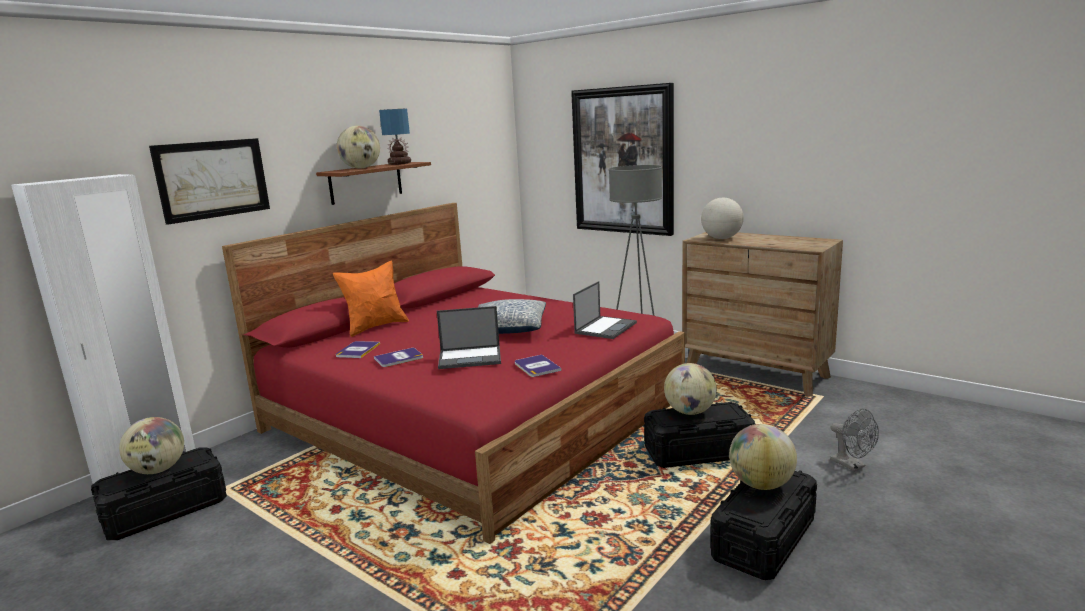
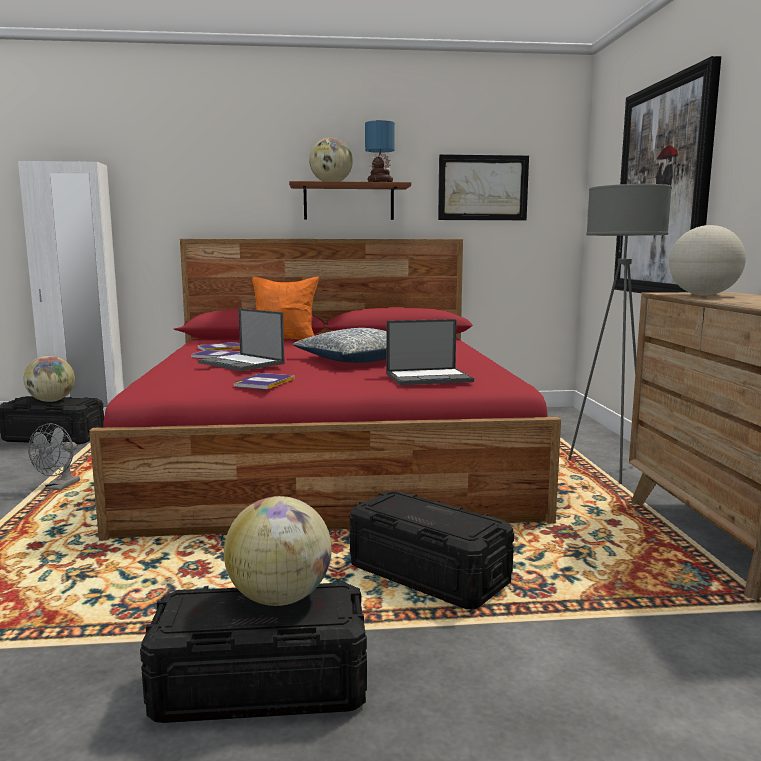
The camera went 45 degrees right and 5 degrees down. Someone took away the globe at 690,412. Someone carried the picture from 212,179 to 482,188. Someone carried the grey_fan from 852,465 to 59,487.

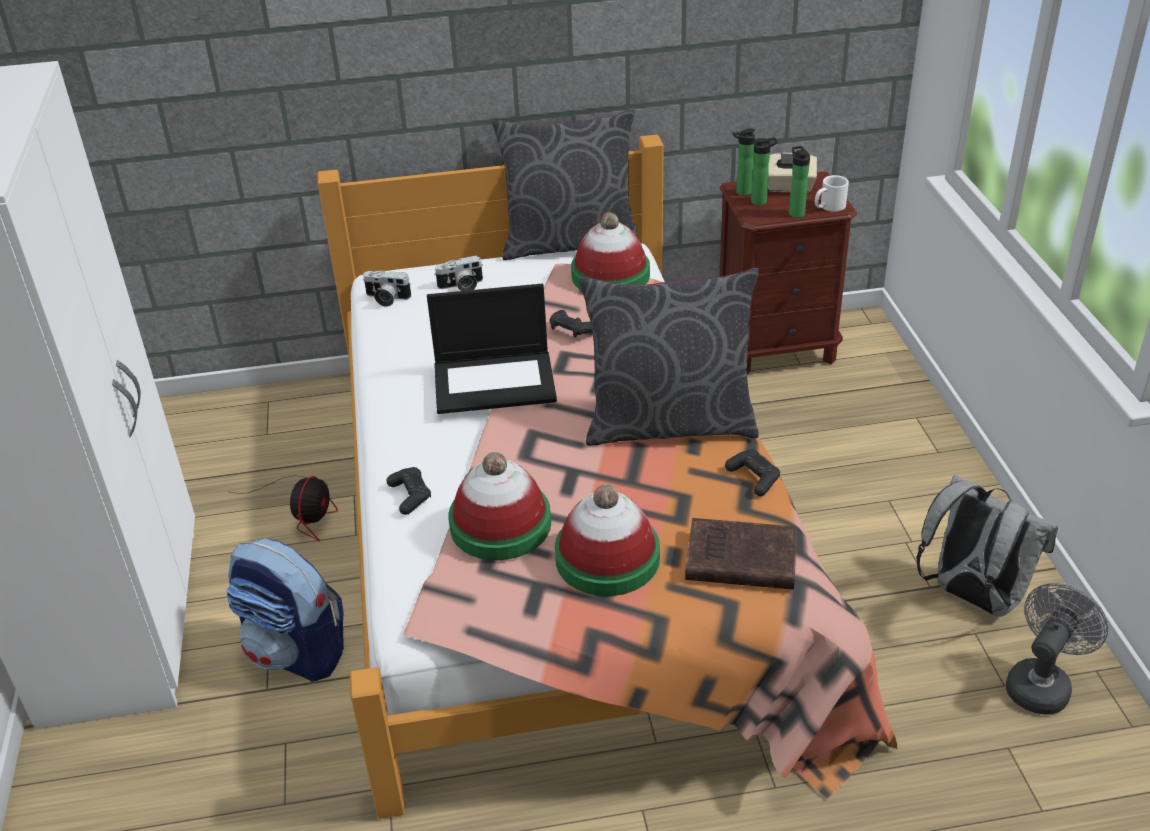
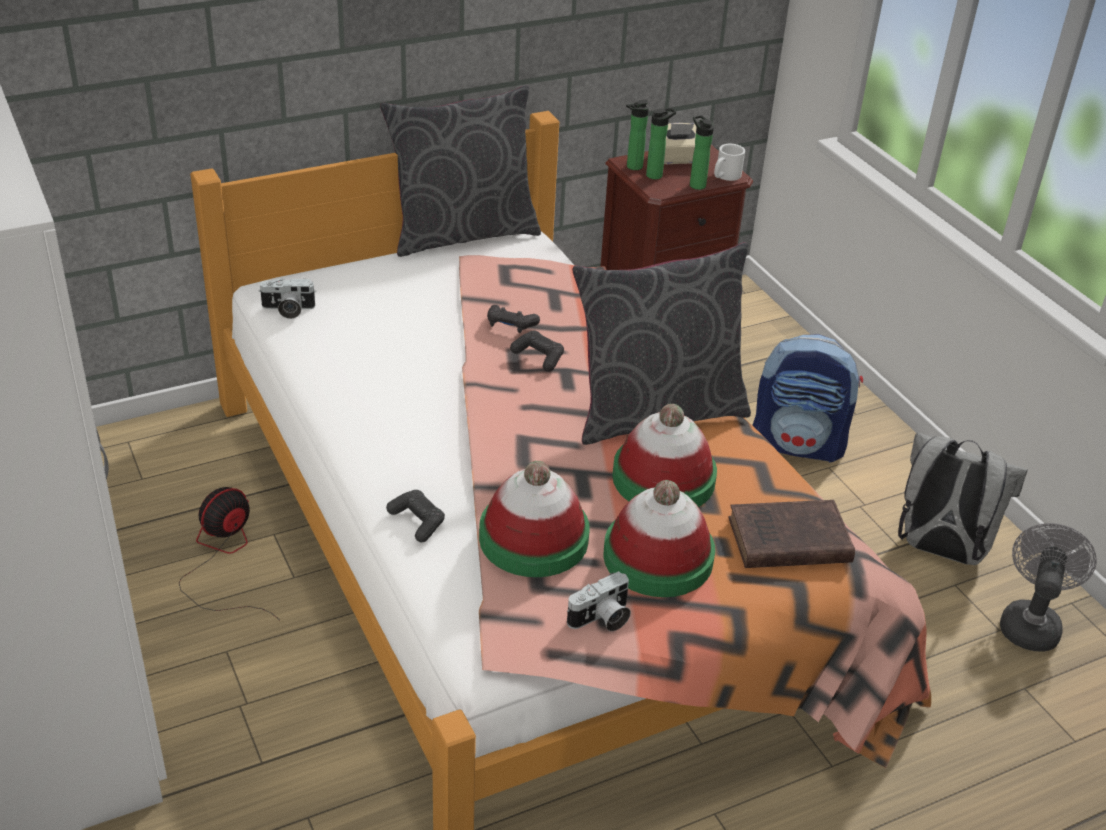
The camera went 20 degrees left and 0 degrees up. Someone took away the laptop at 495,381. Someone carried the backpack from 297,652 to 798,444. Someone carried the photo_camera from 461,286 to 601,619. Someone carried the hat from 610,275 to 663,478. Someone carried the black_game_controller from 753,478 to 538,357. Someone rotated the fan at 305,511 by 135 degrees counterclockwise.

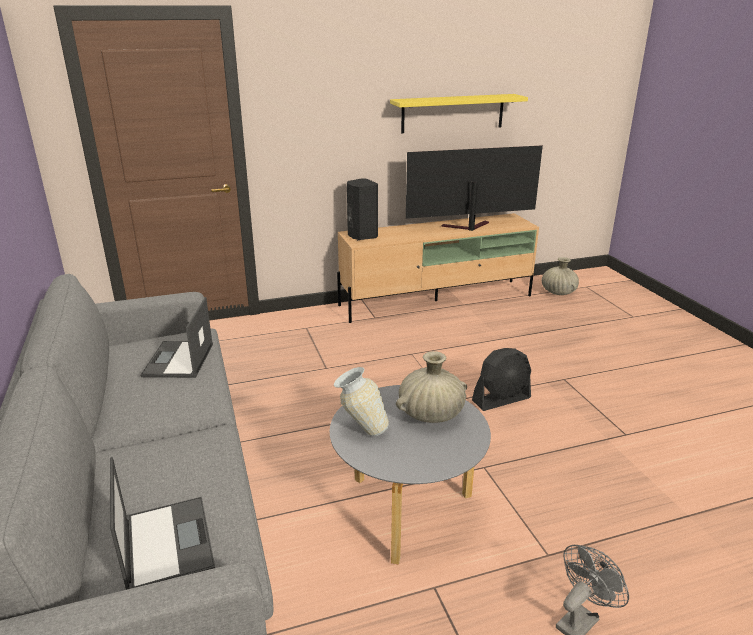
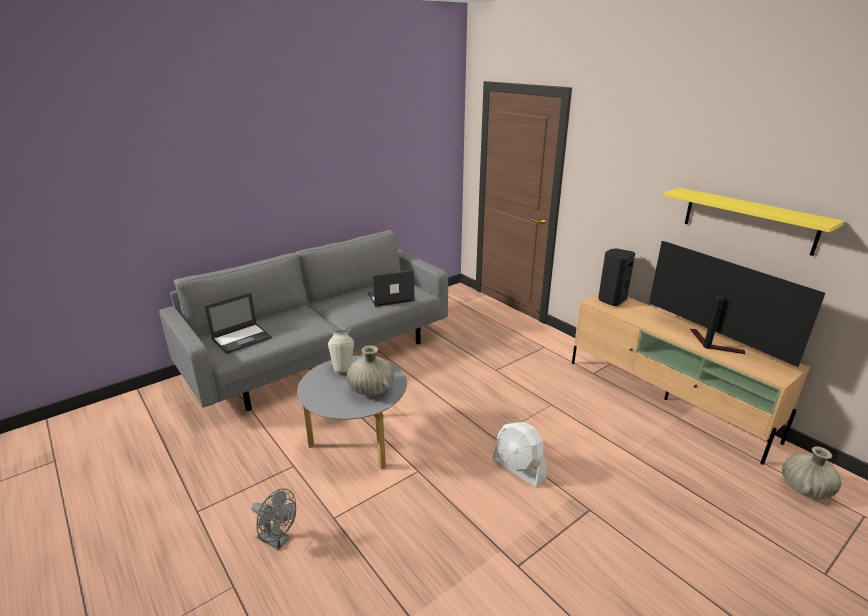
The camera went 70 degrees right and 0 degrees up. Someone repainted the black_fan at 501,399, which became the white_fan at 519,468.

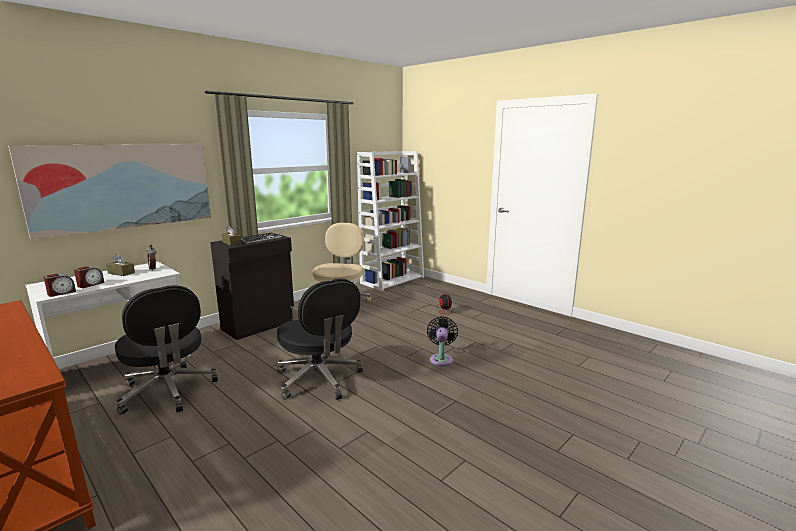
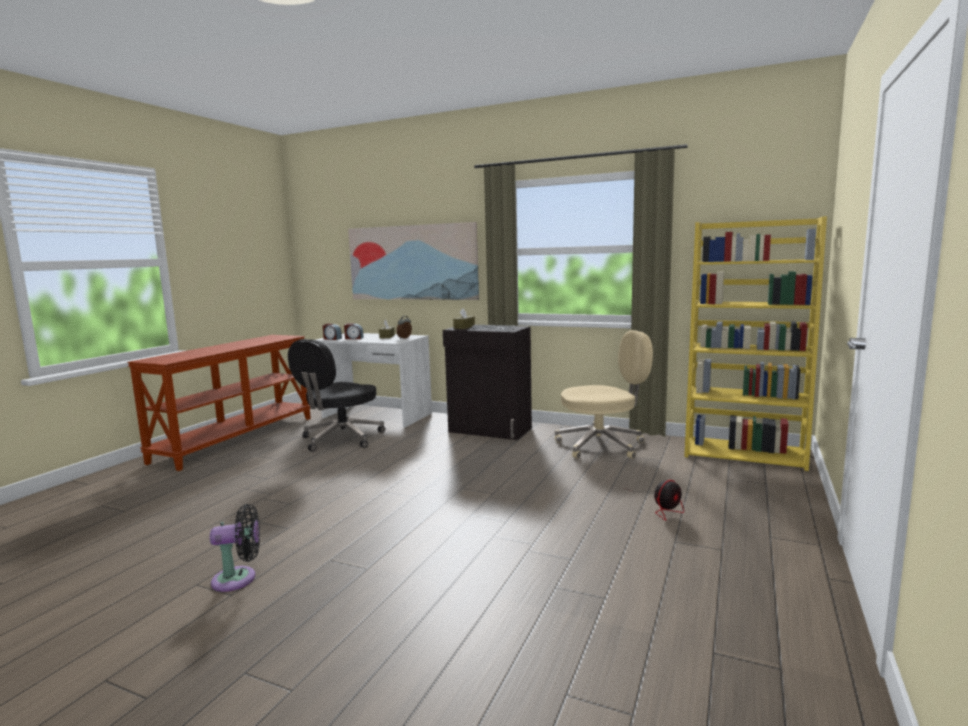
The camera went 70 degrees right and 5 degrees down. Someone took away the black_office_chair at 319,379. Someone carried the black_fan from 441,359 to 239,579. Someone repainted the white_bookcase at 392,280, which became the yellow_bookcase at 745,453.

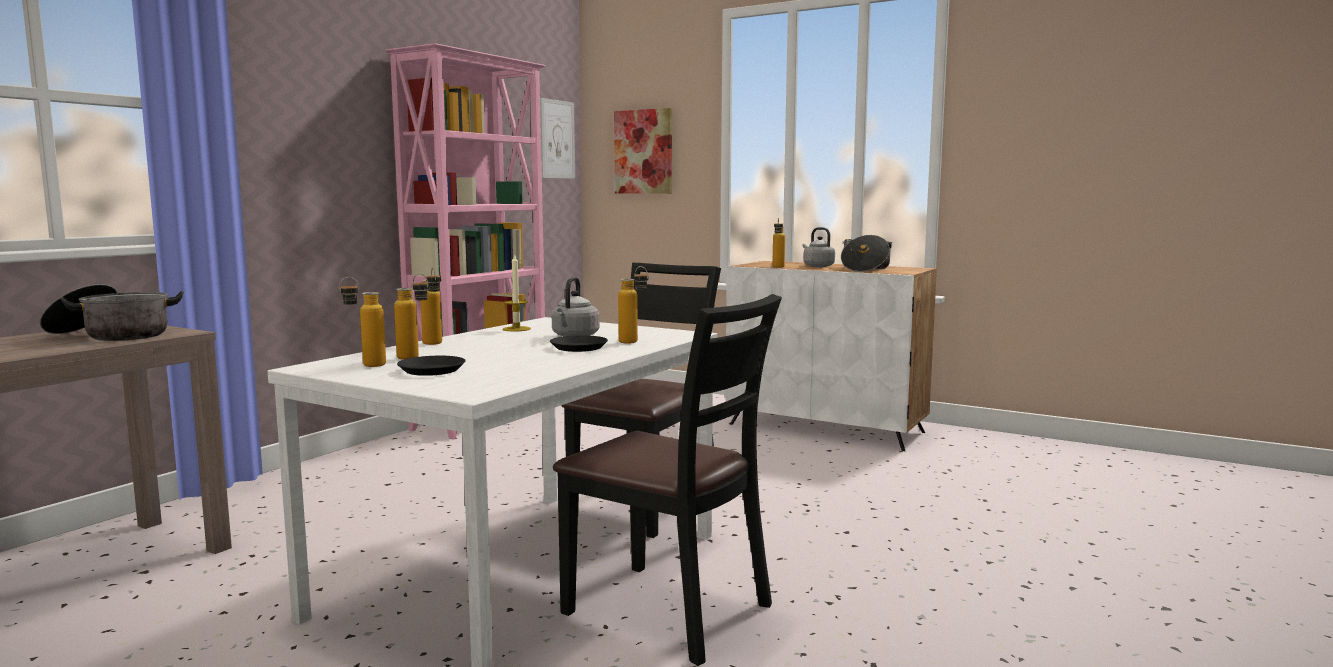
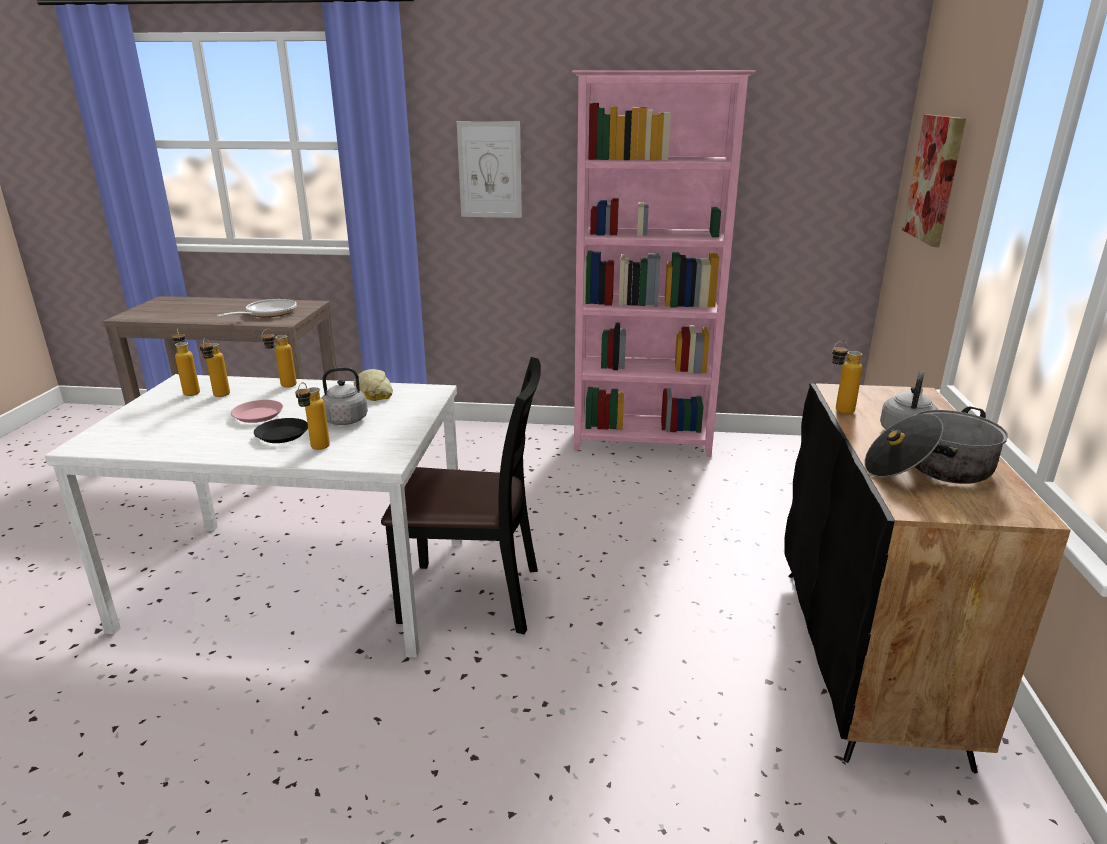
The camera went 65 degrees right and 15 degrees up. Someone took away the black_plate at 432,370. Someone took away the black_chair at 668,611. Someone put down the pink_plate at 257,415. Someone carried the picture from 557,139 to 490,170. Someone swapped the cooking_pot at 112,335 for the frying_pan at 267,313. Someone swapped the candle at 516,329 for the bread at 373,392. Someone repainted the white_cabinet at 827,428, which became the black_cabinet at 868,659.

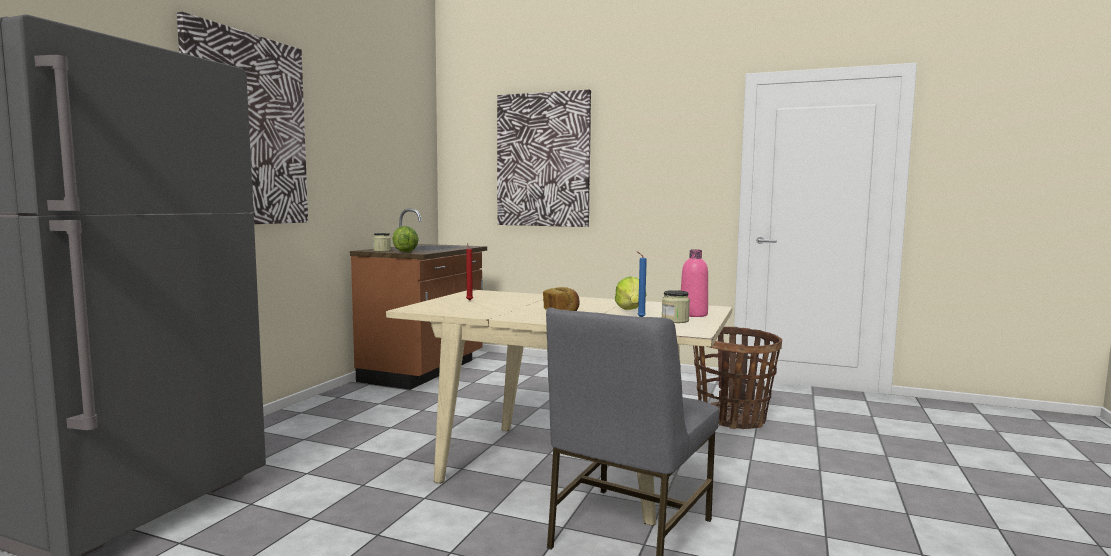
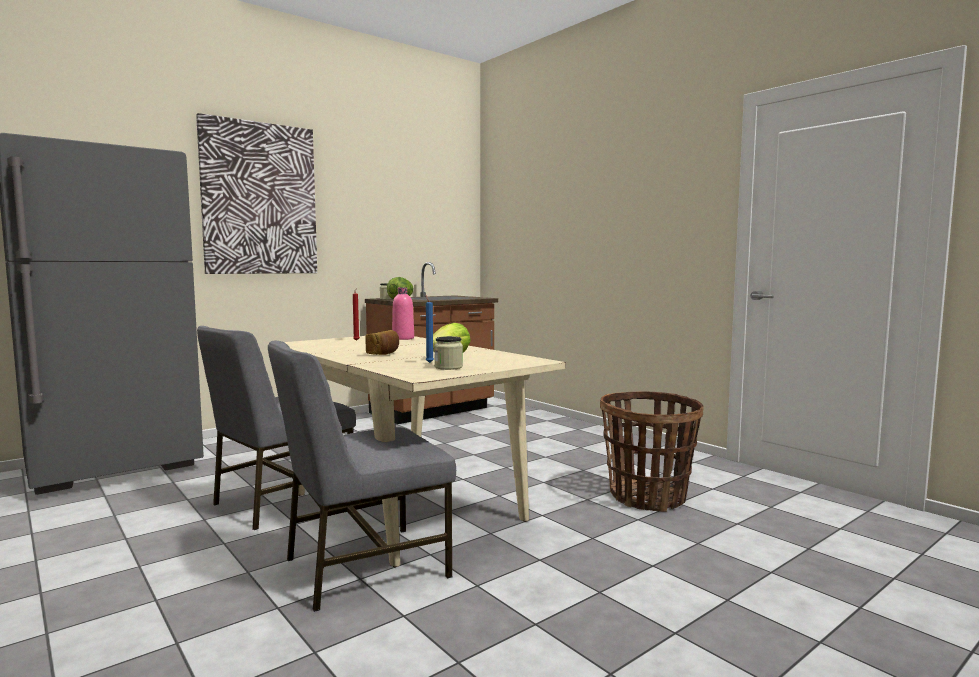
The camera went 30 degrees right and 0 degrees up. Someone took away the picture at 543,160. Someone put down the grey_chair at 280,502. Someone carried the pink_bottle from 693,314 to 403,338.

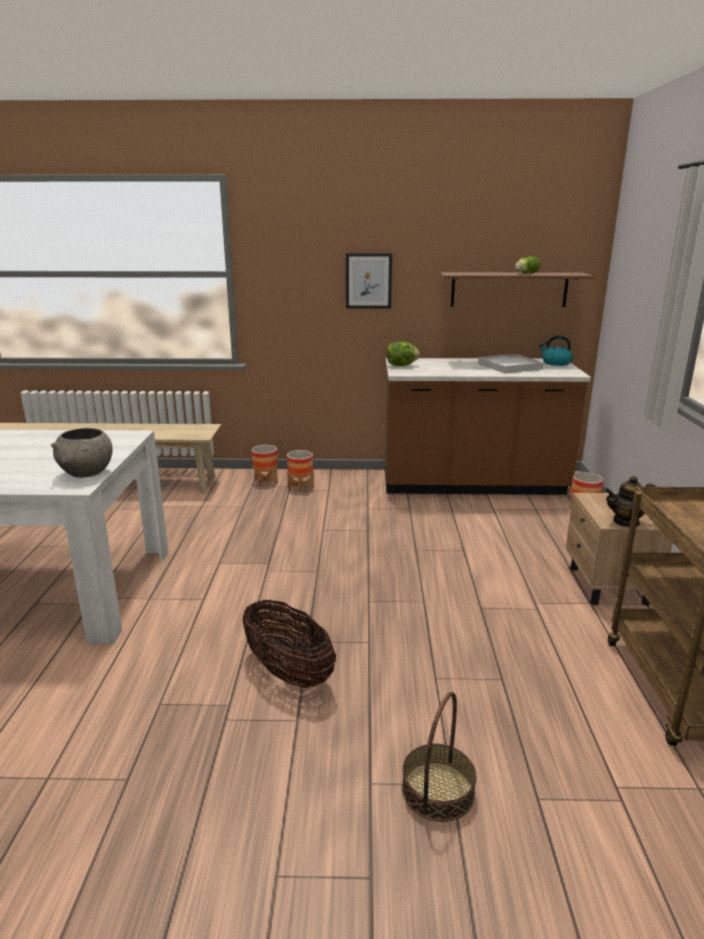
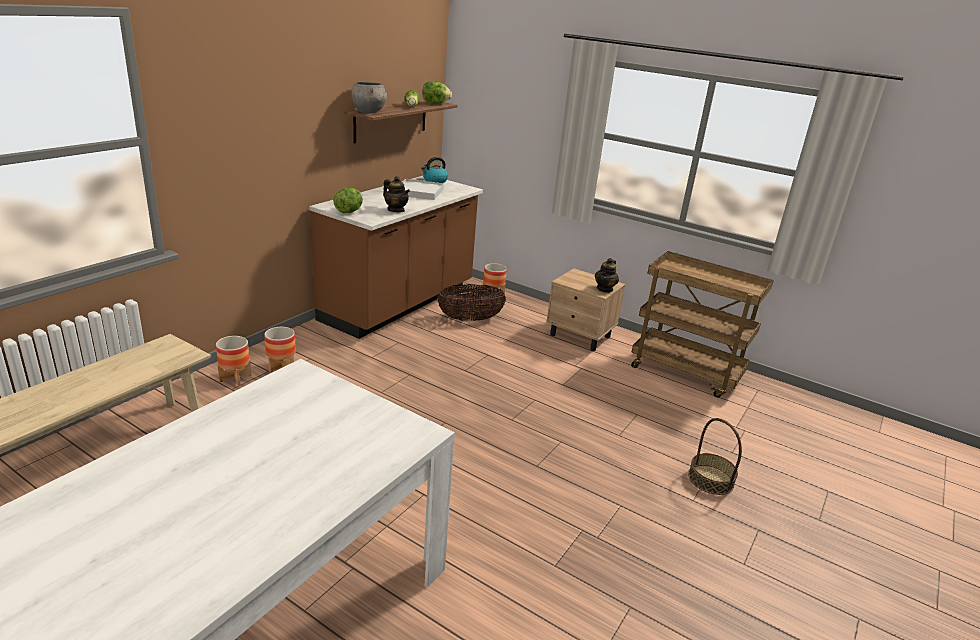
The camera went 60 degrees left and 5 degrees up. Someone took away the picture at 368,281. Someone put down the teapot at 396,210. Someone put down the lettuce at 435,103. Someone carried the grey_bowl from 87,474 to 369,112. Someone carried the basket from 288,672 to 470,319.

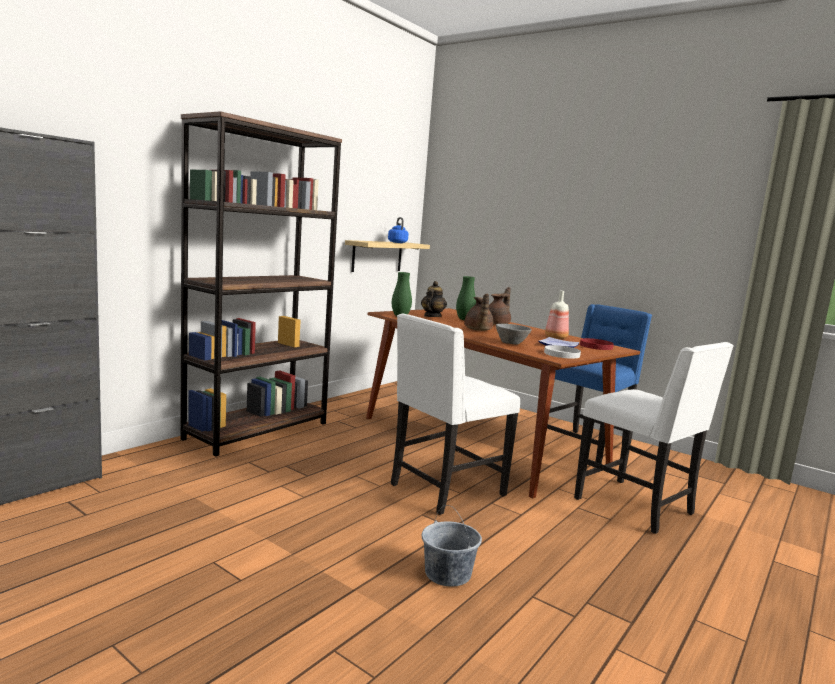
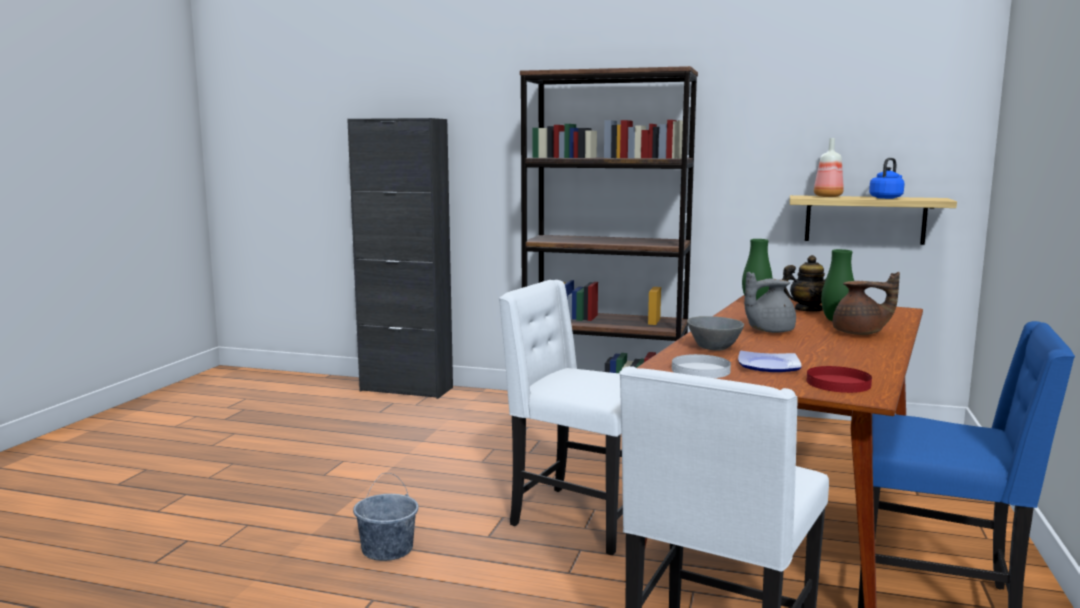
The camera went 70 degrees right and 0 degrees up. Someone carried the bottle from 556,338 to 827,196. Someone repainted the brown_teapot at 477,330, which became the grey_teapot at 768,331.

